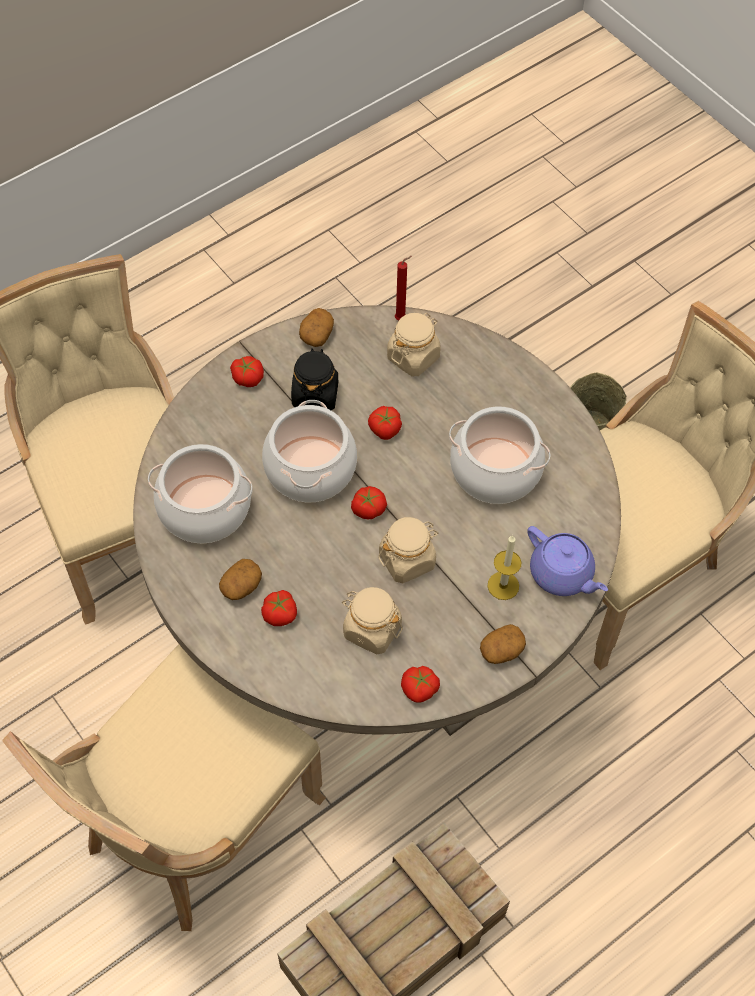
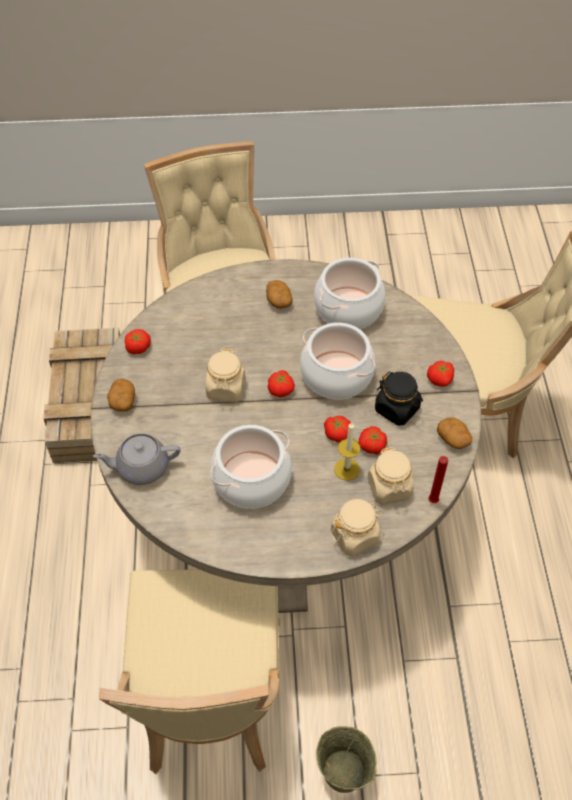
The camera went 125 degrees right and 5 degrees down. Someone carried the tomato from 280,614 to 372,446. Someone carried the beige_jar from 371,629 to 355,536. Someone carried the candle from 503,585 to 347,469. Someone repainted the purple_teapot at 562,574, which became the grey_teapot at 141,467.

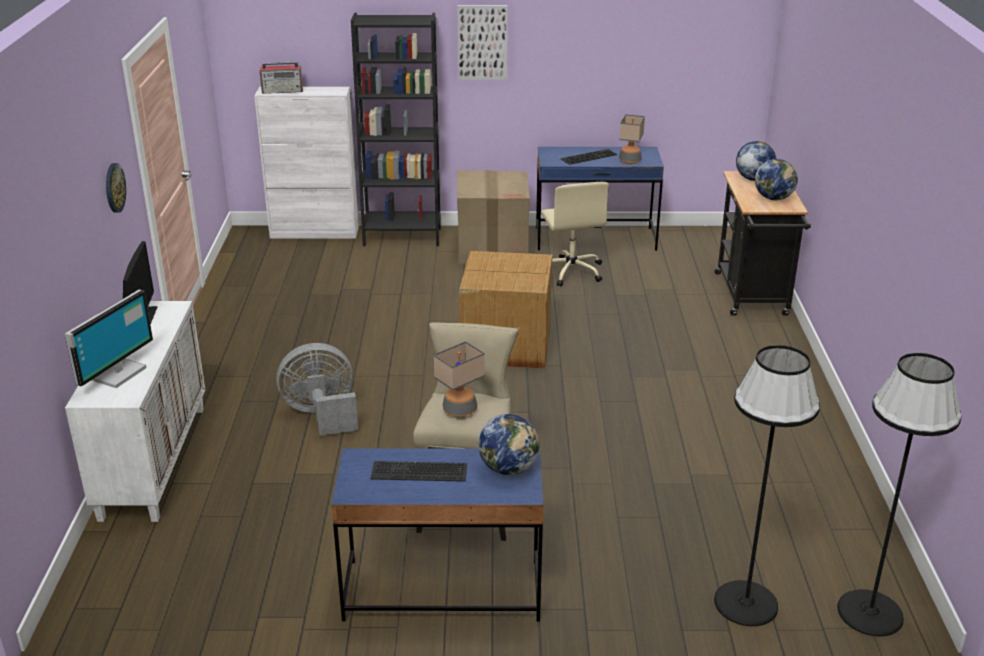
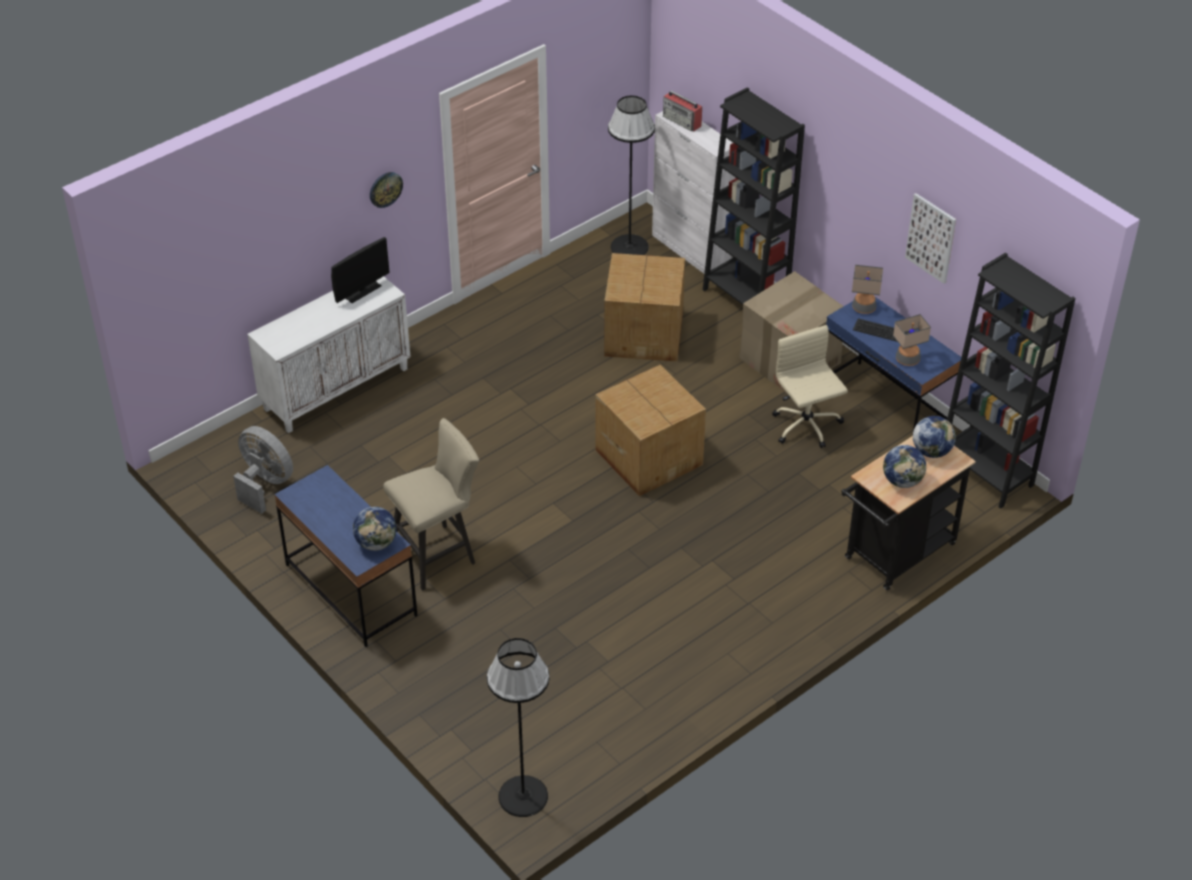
The camera went 50 degrees right and 15 degrees up. Someone took away the monitor at 117,373. Someone took away the keyboard at 418,472. Someone put down the cardboard_box at 645,333. Someone put down the black_bookcase at 985,473. Someone carried the grey_fan from 321,415 to 265,484. Someone carried the table_lamp from 460,410 to 864,307. Someone carried the picture from 482,42 to 931,238. Someone carried the black_floor_lamp from 746,603 to 629,247. Someone rotated the beige_office_chair at 571,271 by 120 degrees clockwise.

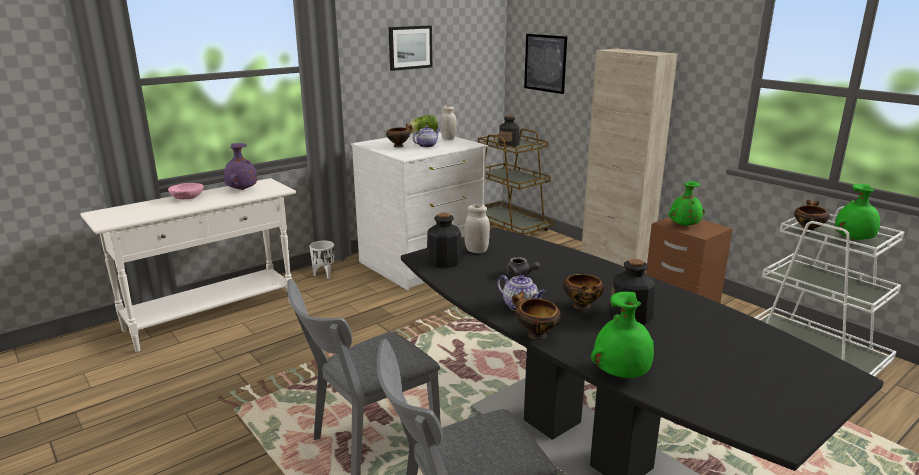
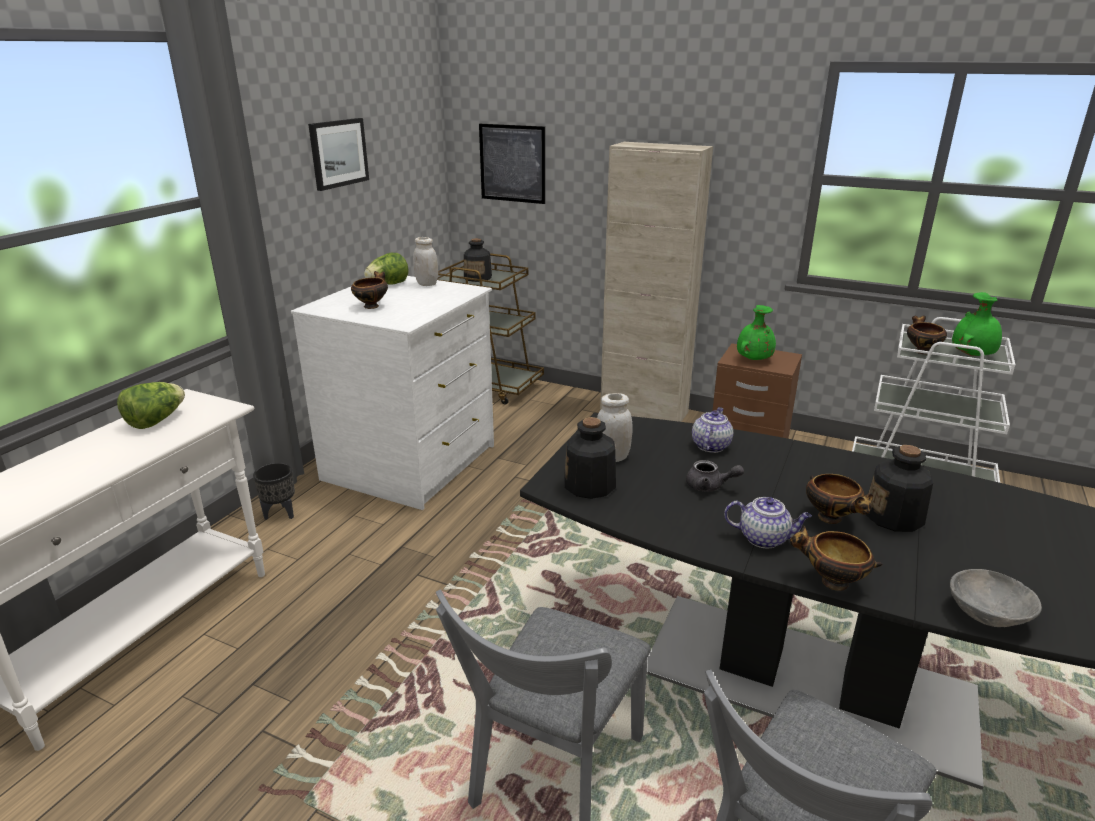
The camera went 25 degrees left and 5 degrees up. Someone took away the pink_bowl at 187,199. Someone carried the teapot from 427,145 to 710,445. Someone swapped the purple_vase at 241,189 for the lettuce at 156,421. Someone swapped the green_vase at 621,374 for the grey_bowl at 989,615. Someone repainted the white_planter at 324,274, which became the black_planter at 281,513.

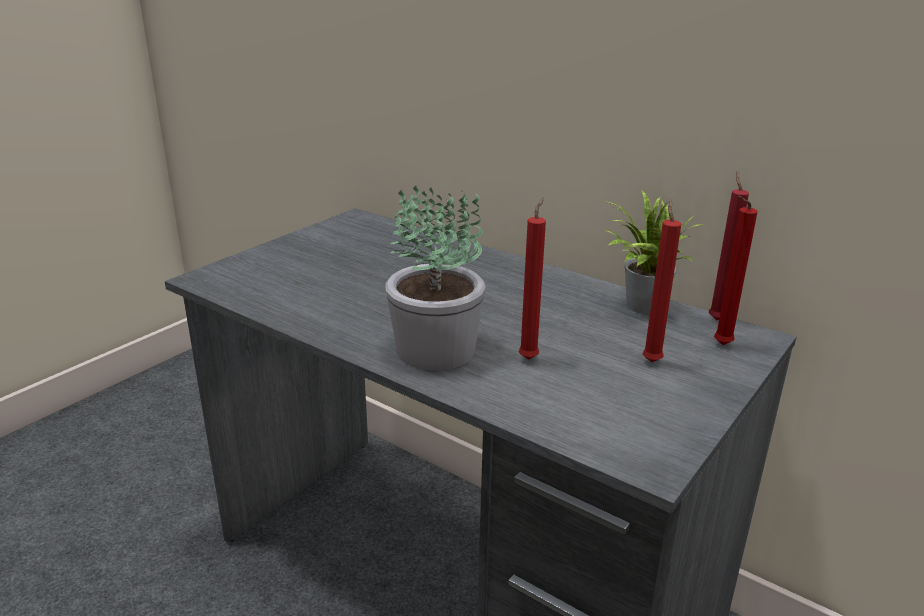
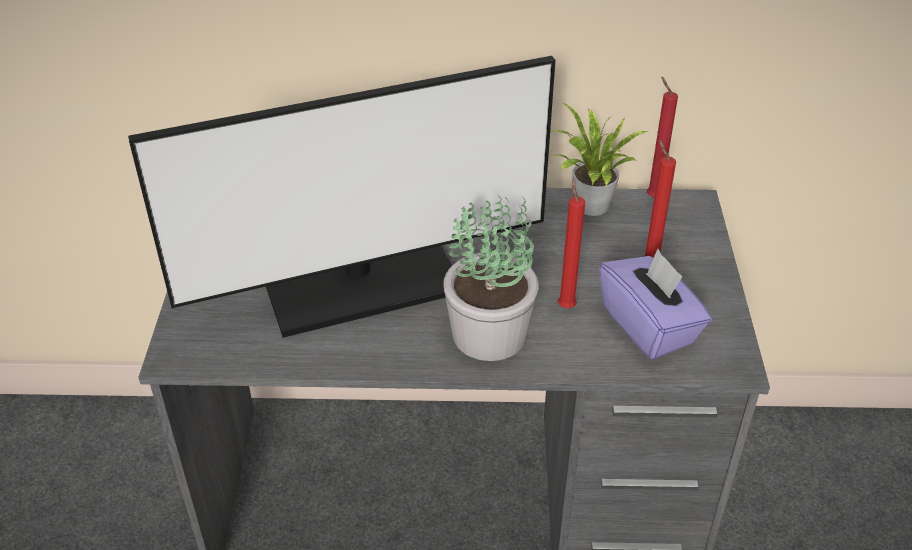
The camera went 35 degrees left and 15 degrees up. Someone took away the red_candle at 720,345. Someone put down the monitor at 363,287. Someone put down the purple_tissue_box at 649,326.

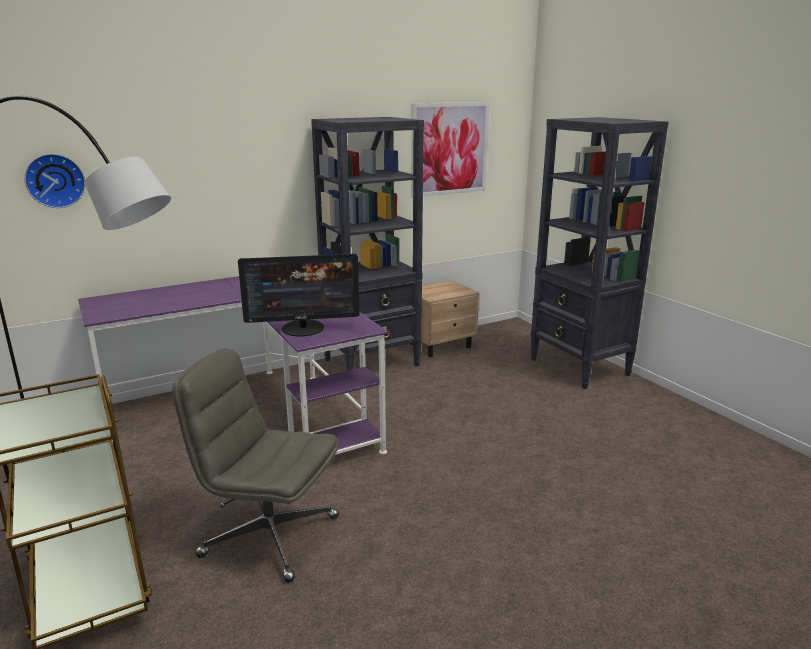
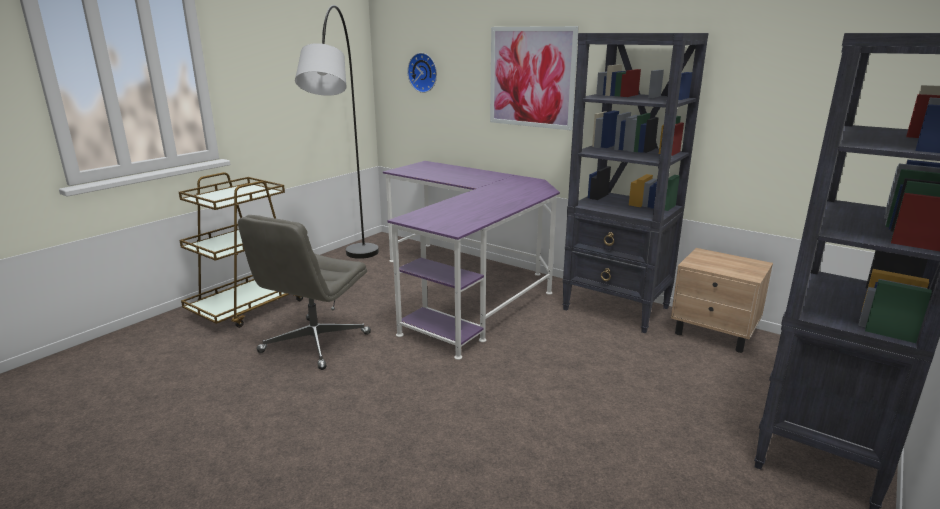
The camera went 65 degrees right and 0 degrees up. Someone took away the monitor at 303,328. Someone carried the picture from 450,149 to 531,77. Someone rotated the grey_office_chair at 268,536 by 150 degrees counterclockwise.

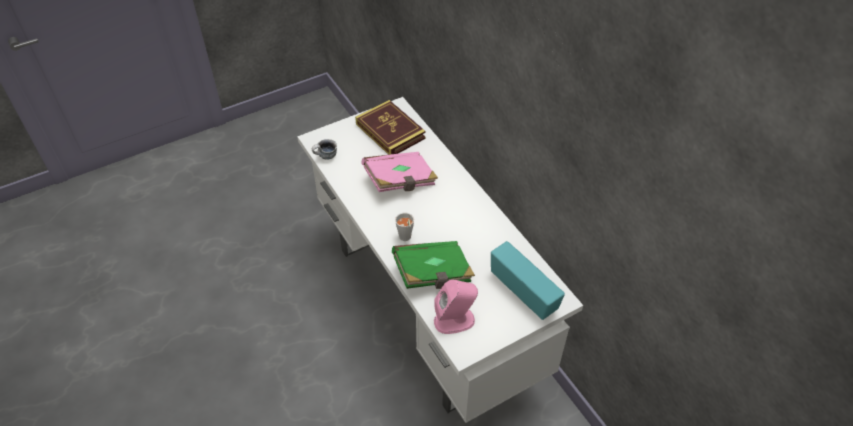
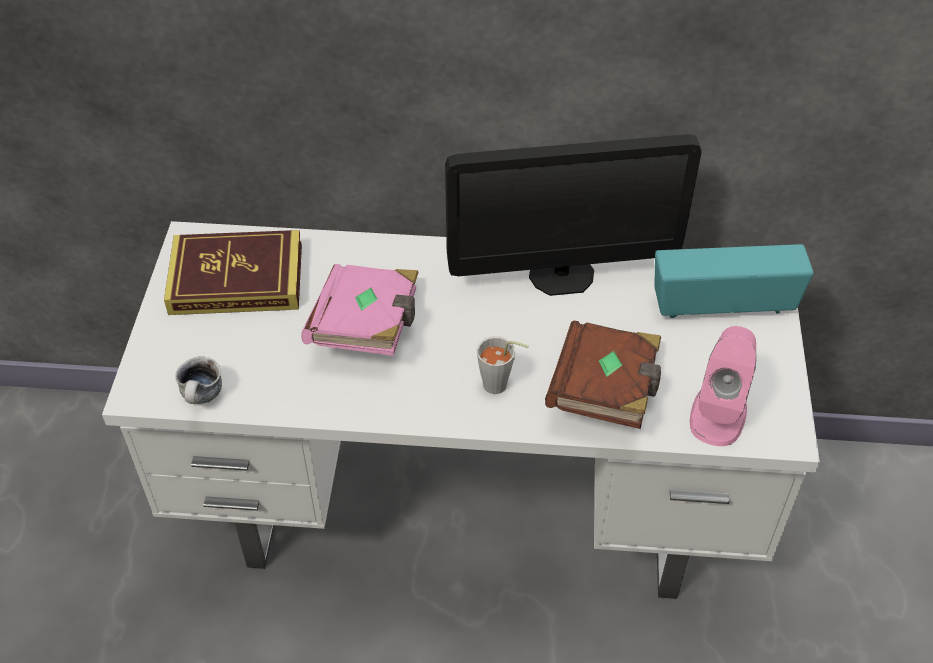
The camera went 55 degrees left and 0 degrees up. Someone put down the monitor at 561,274. Someone repainted the green_book at 433,274, which became the brown_book at 605,391.

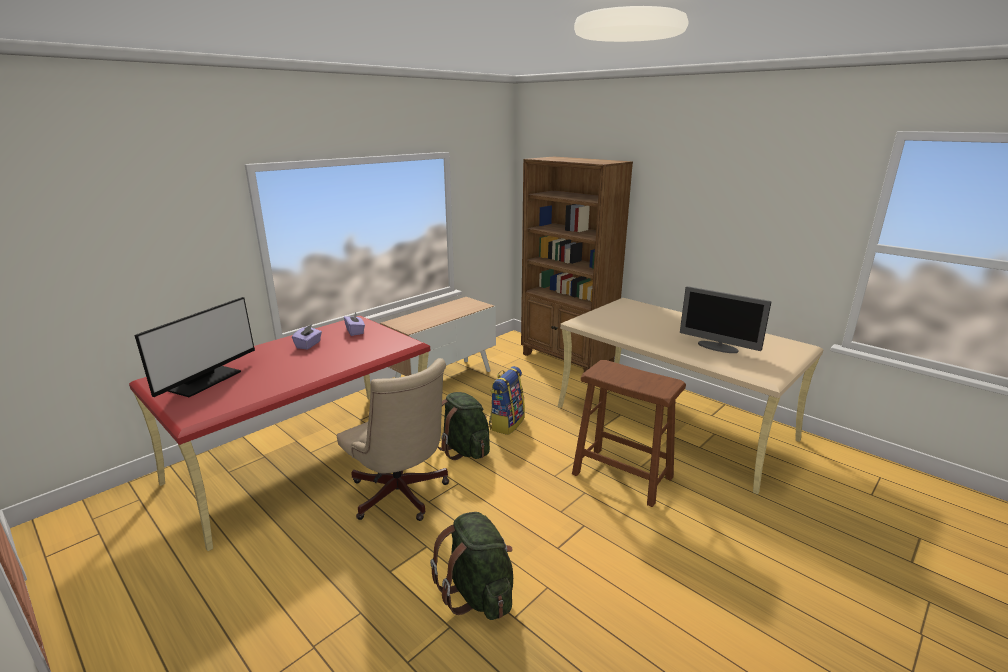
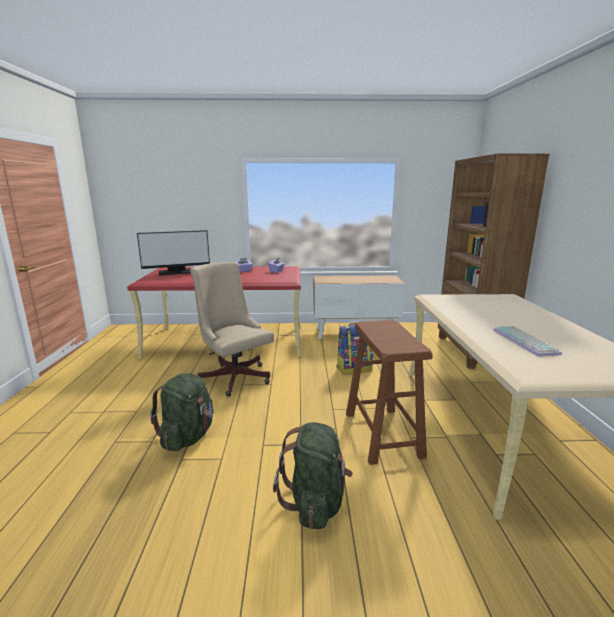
The camera went 45 degrees right and 5 degrees down. Someone carried the green_backpack from 464,449 to 315,502. Someone swapped the monitor at 718,347 for the keyboard at 526,342. Someone rotated the beige_office_chair at 401,497 by 135 degrees clockwise.

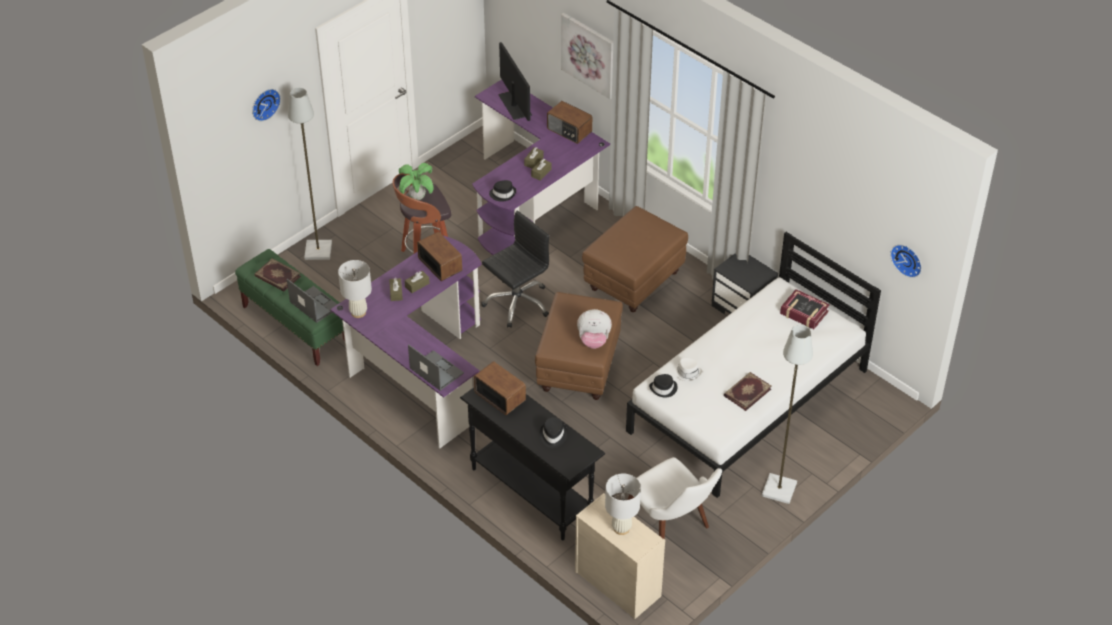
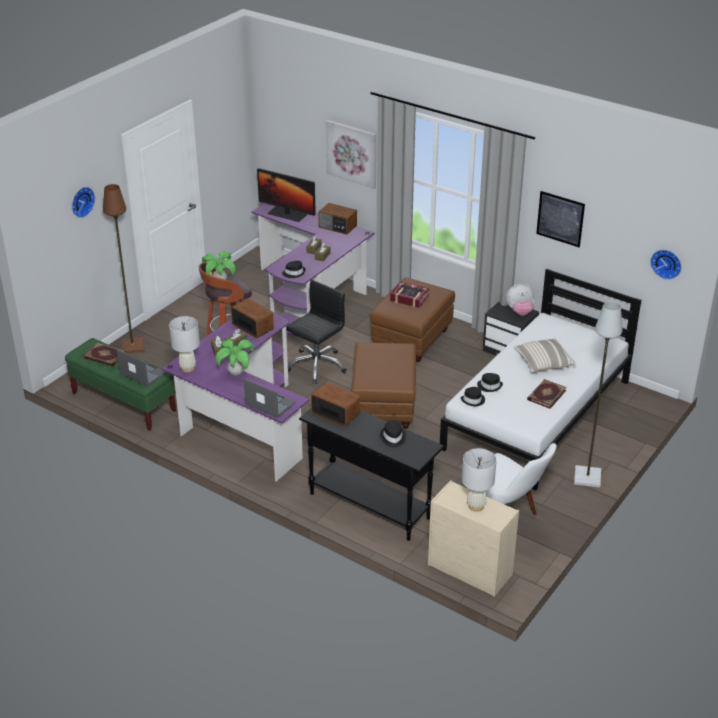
The camera went 10 degrees left and 10 degrees down. Someone put down the potted_plant at 236,373. Someone put down the pillow at 543,362. Someone put up the picture at 560,218. Someone carried the plush_toy from 593,341 to 519,312. Someone carried the book from 804,313 to 409,298. Someone repainted the grey_floor_lamp at 317,250, which became the brown_floor_lamp at 132,346. Someone repainted the white_hat at 687,372, which became the black_hat at 489,386. Someone rotated the monitor at 515,105 by 150 degrees clockwise.

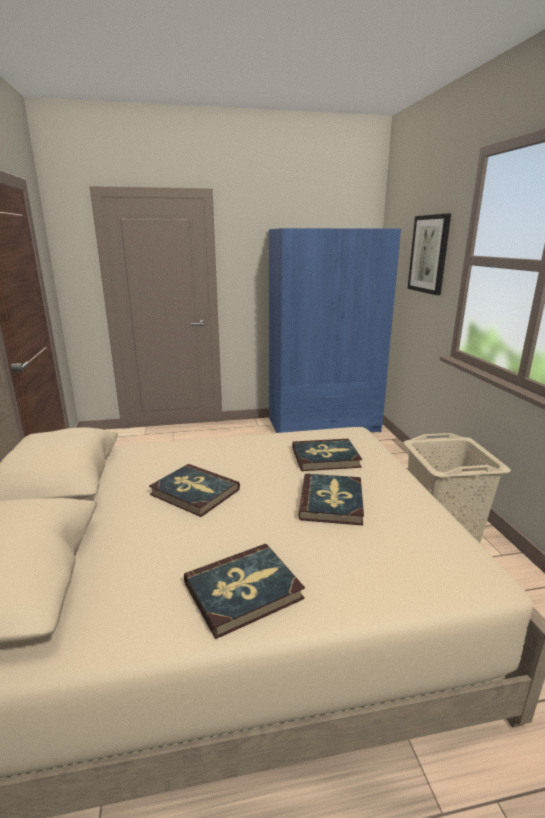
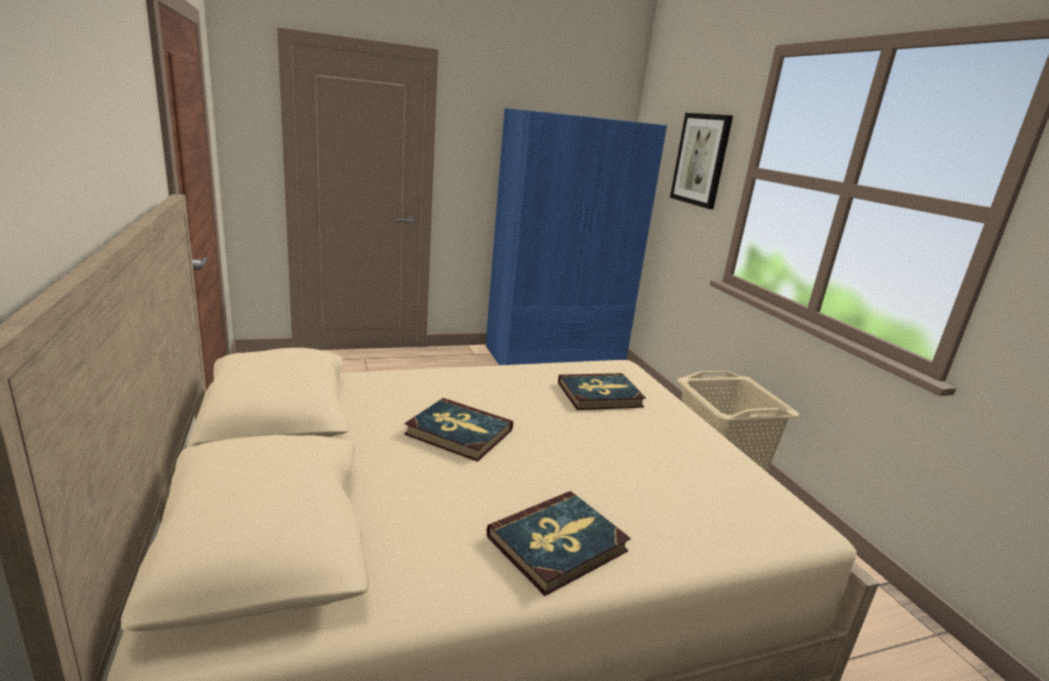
The camera went 10 degrees left and 0 degrees up. Someone took away the book at 332,502.

